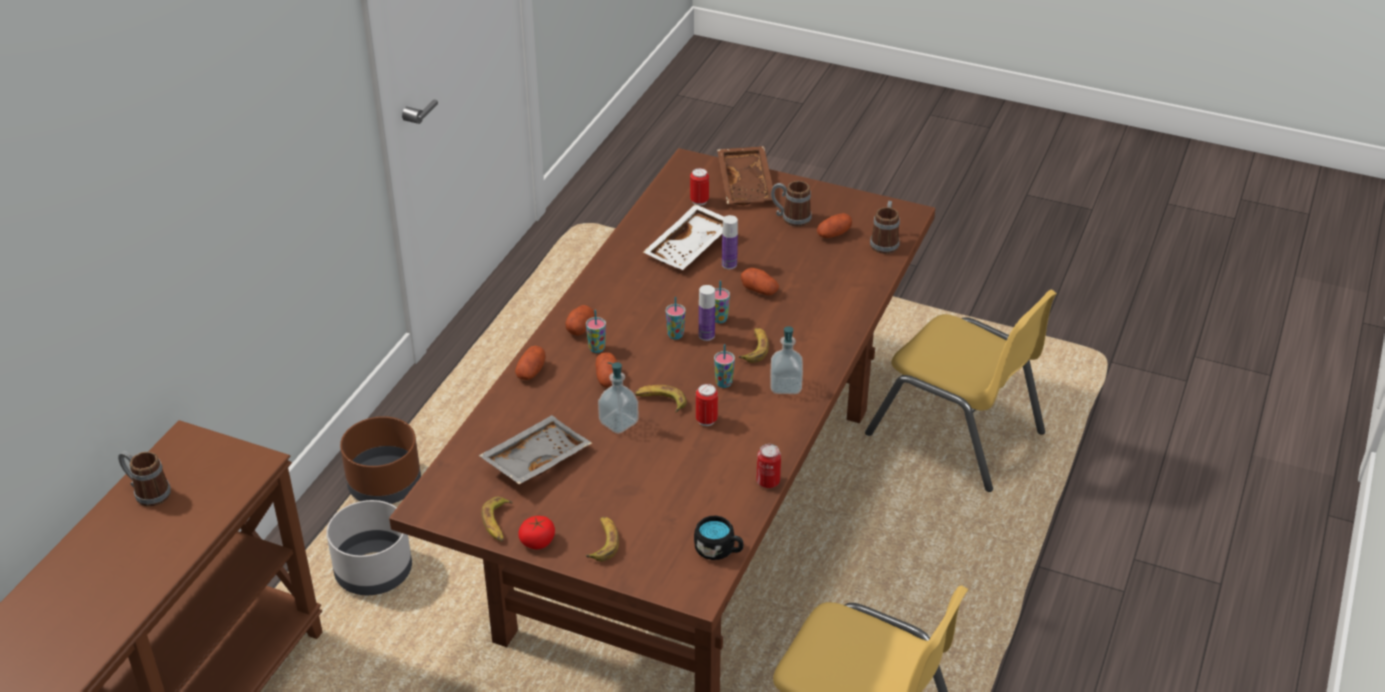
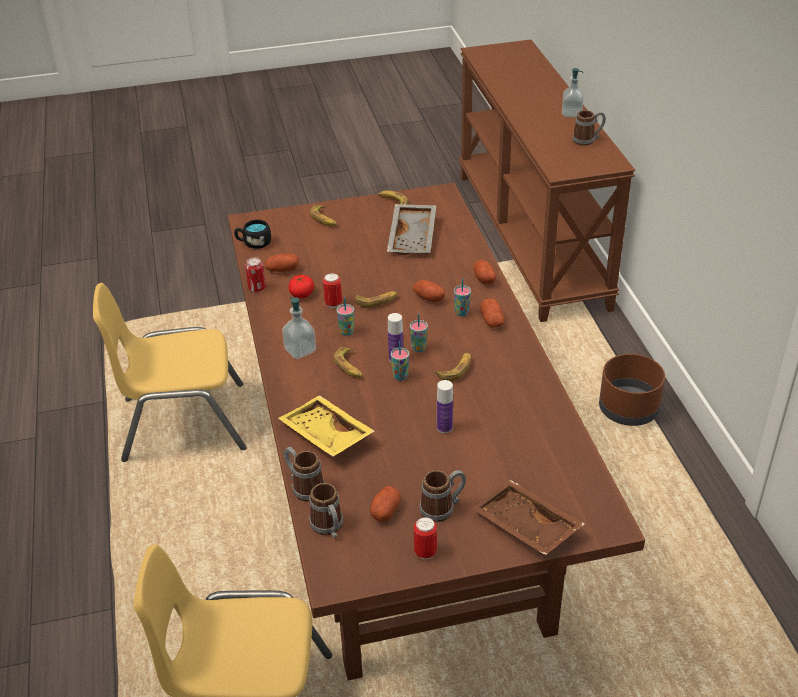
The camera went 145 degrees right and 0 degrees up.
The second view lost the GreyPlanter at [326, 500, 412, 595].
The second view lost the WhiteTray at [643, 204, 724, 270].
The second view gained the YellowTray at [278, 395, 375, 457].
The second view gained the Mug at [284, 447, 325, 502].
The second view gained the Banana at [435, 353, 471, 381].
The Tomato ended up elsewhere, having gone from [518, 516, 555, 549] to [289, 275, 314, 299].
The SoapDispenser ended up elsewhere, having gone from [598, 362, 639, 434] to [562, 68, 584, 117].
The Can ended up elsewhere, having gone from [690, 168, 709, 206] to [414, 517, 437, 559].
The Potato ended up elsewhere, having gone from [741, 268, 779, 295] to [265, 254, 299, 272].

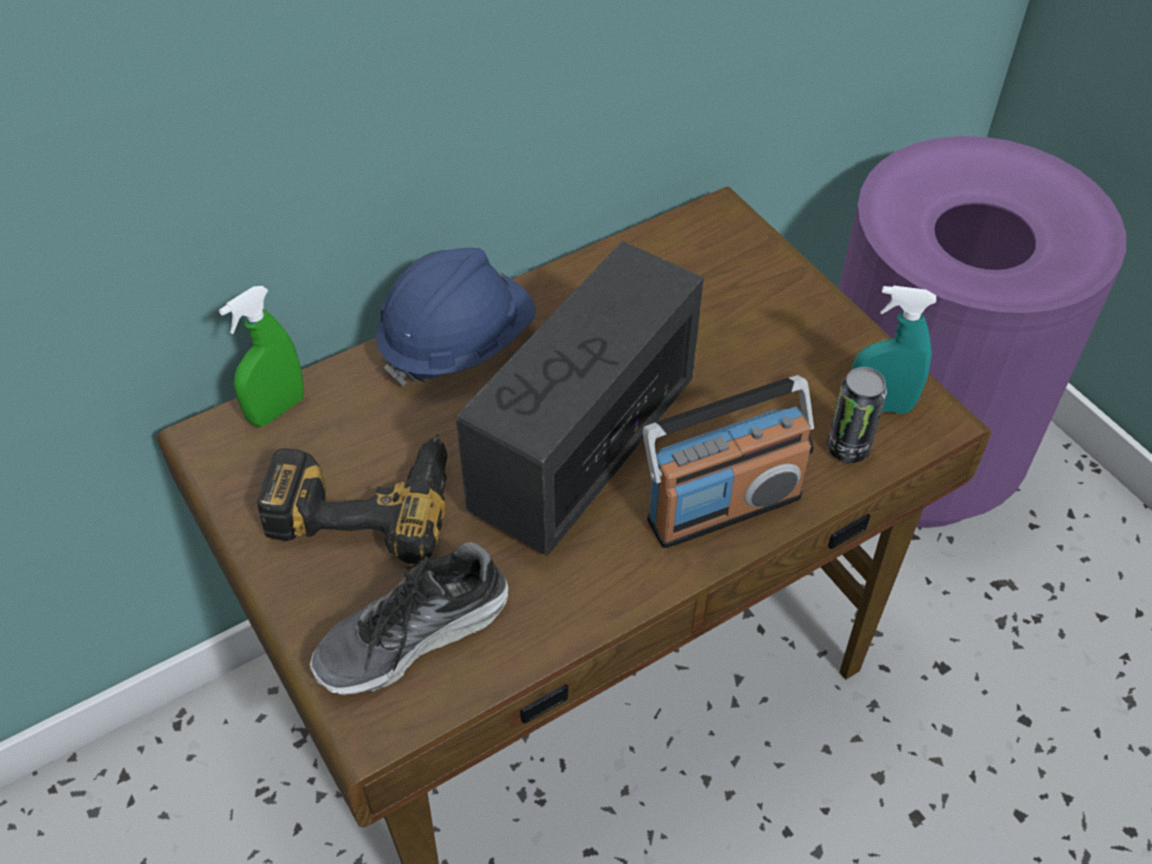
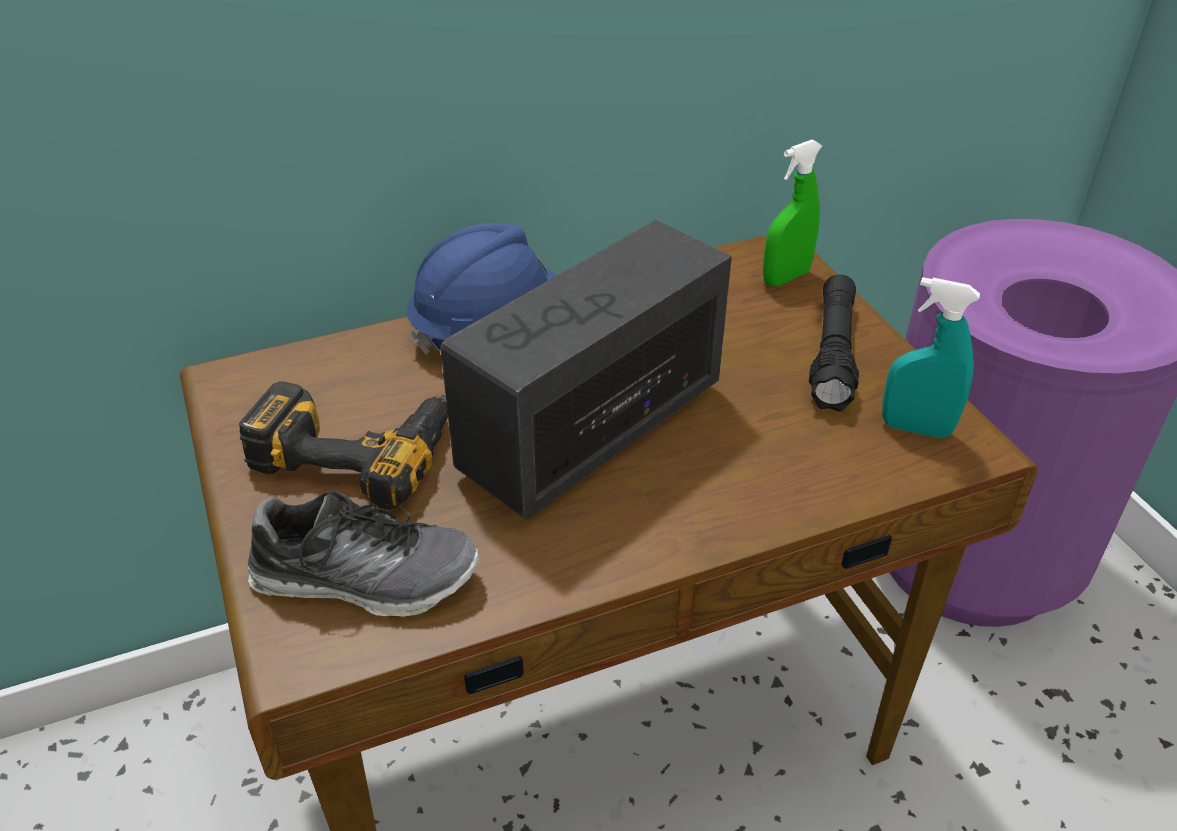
The camera went 10 degrees right and 10 degrees down.
The second view lost the Radio at [643, 375, 814, 548].
The second view lost the Can at [827, 367, 887, 463].
The second view gained the BlackFlashlight at [809, 274, 859, 412].
The GreenSprayBottle ended up elsewhere, having gone from [219, 286, 304, 427] to [763, 140, 822, 286].
The Shoe at [310, 542, 508, 695] ended up facing another way, 150 degrees counterclockwise from before.

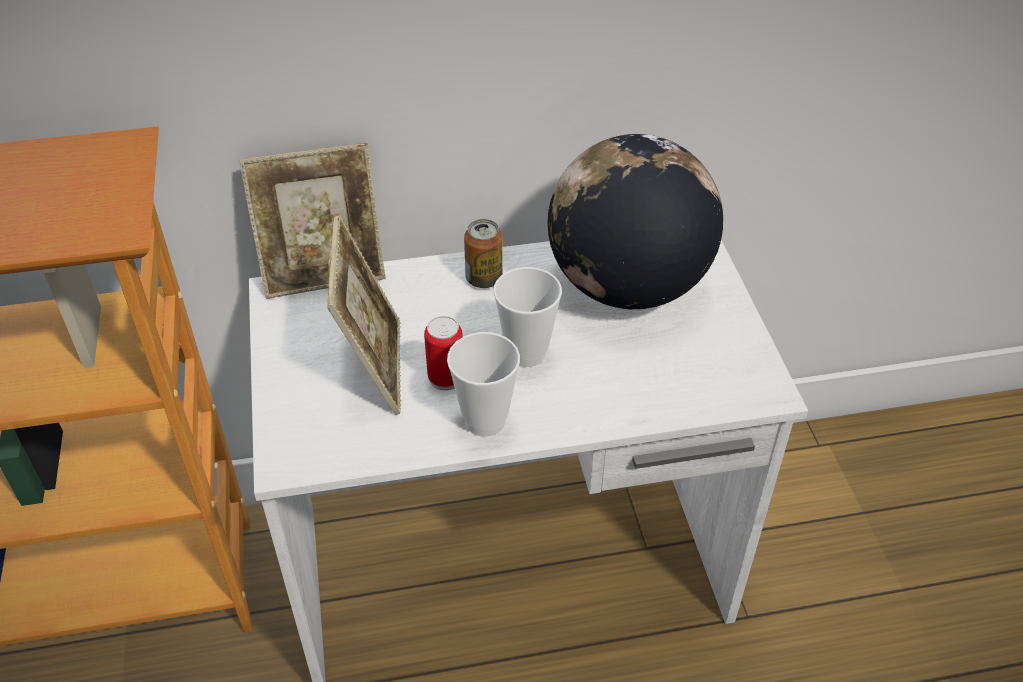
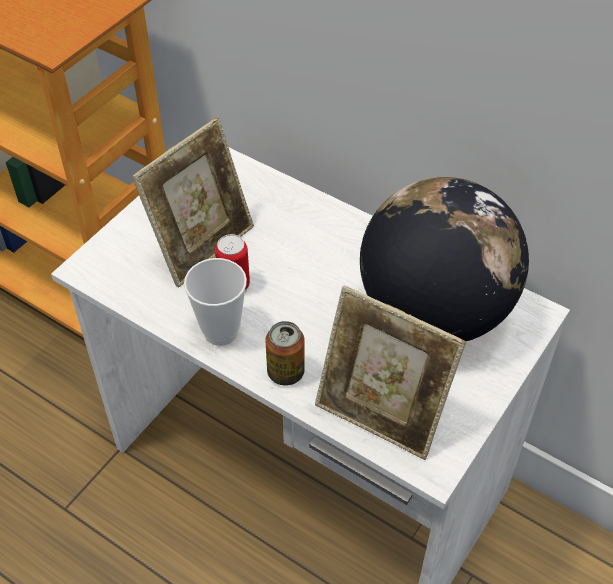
The camera went 45 degrees right and 5 degrees up.
The second view lost the Cup at [493, 267, 562, 367].
The PictureFrame ended up elsewhere, having gone from [239, 143, 386, 299] to [315, 286, 466, 460].
The Can ended up elsewhere, having gone from [464, 219, 503, 288] to [265, 321, 305, 386].

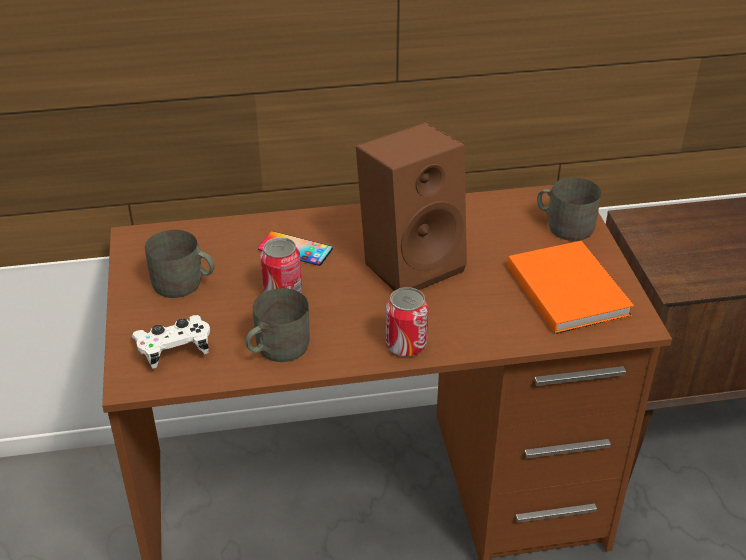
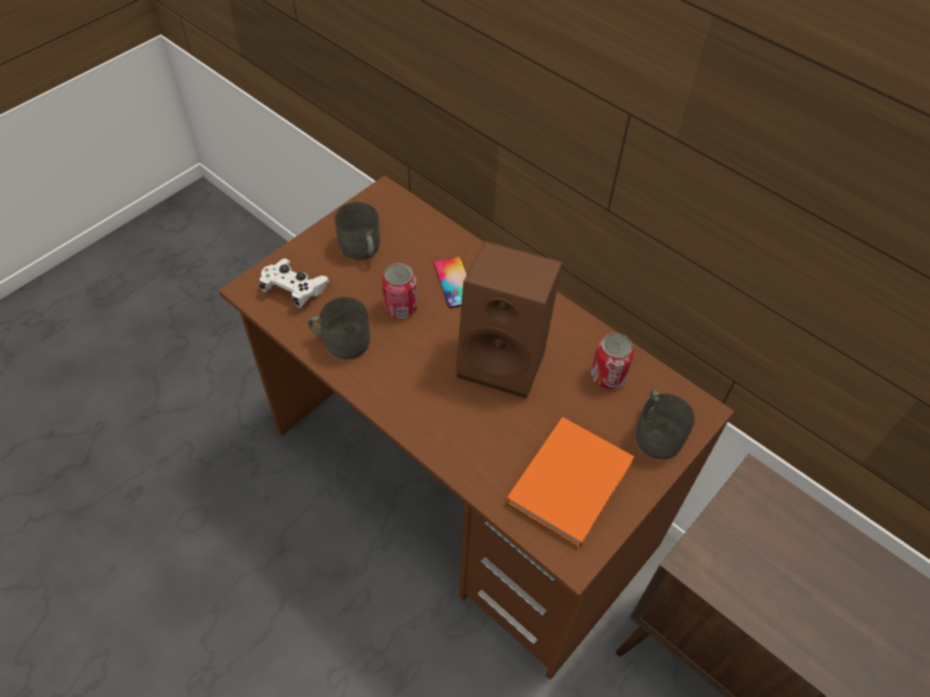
The camera went 50 degrees right and 15 degrees up.
The Can ended up elsewhere, having gone from [386, 287, 428, 357] to [591, 333, 634, 389].

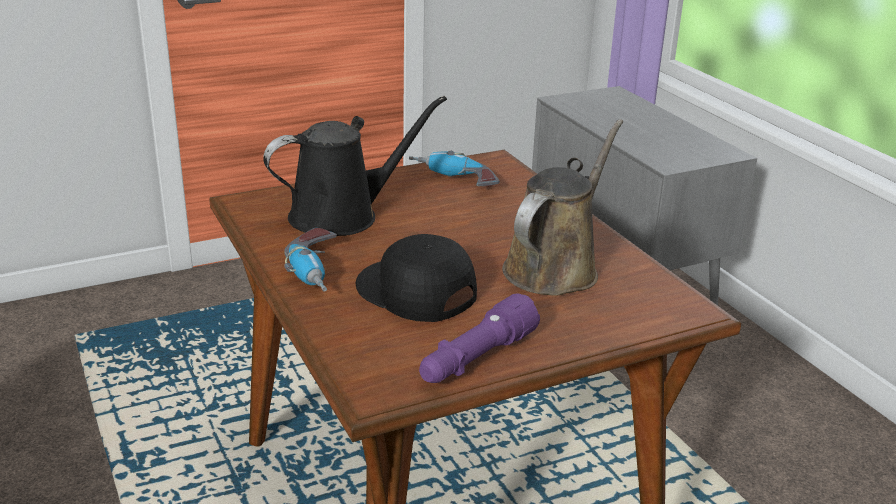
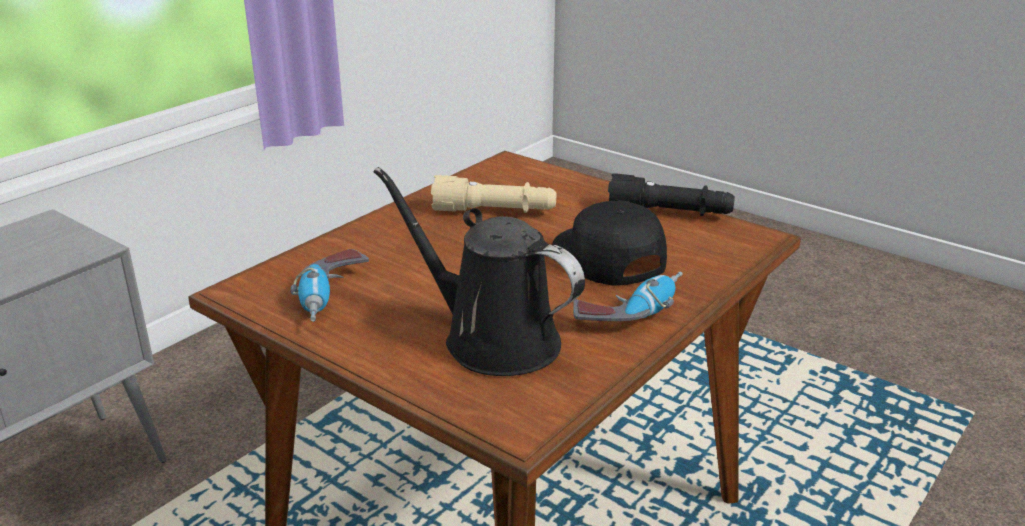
The camera went 115 degrees left and 0 degrees up.
Where the BrownWateringCan stood at [502, 119, 623, 296], the BeigeFlashlight came to stand at [431, 175, 556, 213].
What was the PurpleFlashlight at [419, 294, 540, 383] turned into the BlackFlashlight at [608, 173, 735, 216].
The BlackCap at [356, 234, 477, 322] ended up facing another way, 135 degrees clockwise from before.

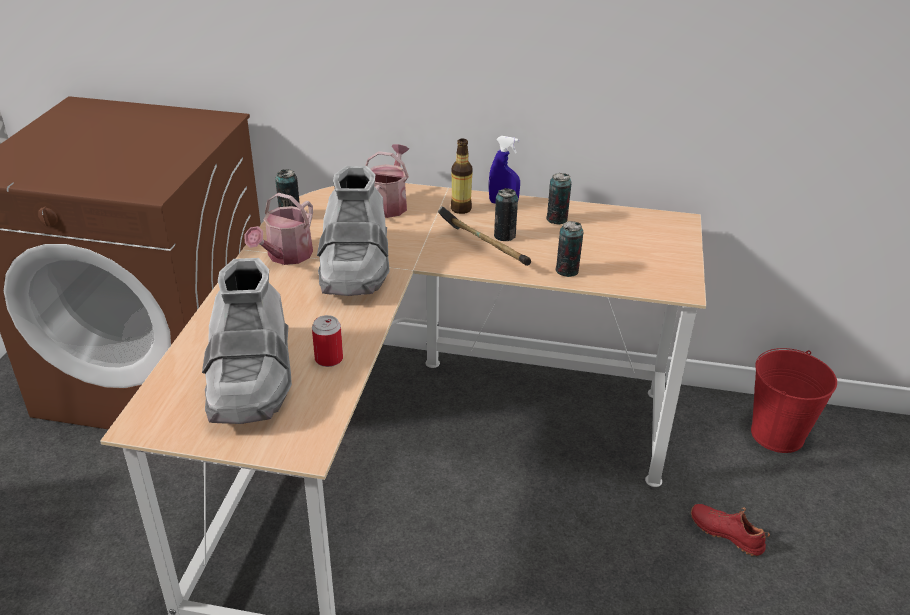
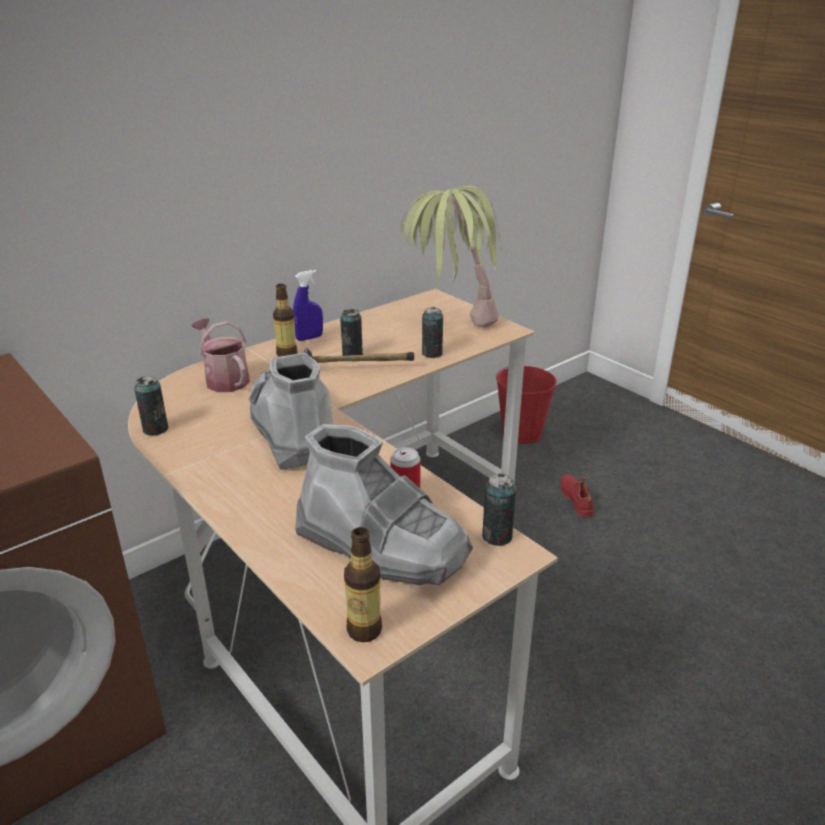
The camera went 50 degrees left and 5 degrees down.
The second view lost the WateringCan at [244, 193, 313, 265].
The second view gained the Bottle at [344, 527, 382, 642].
The second view gained the PottedPlant at [401, 186, 502, 327].
The Can ended up elsewhere, having gone from [546, 173, 572, 225] to [482, 473, 516, 546].
The GreyBoot at [317, 166, 390, 296] ended up facing another way, 150 degrees counterclockwise from before.
The RedShoe at [691, 504, 770, 556] ended up facing another way, 90 degrees clockwise from before.

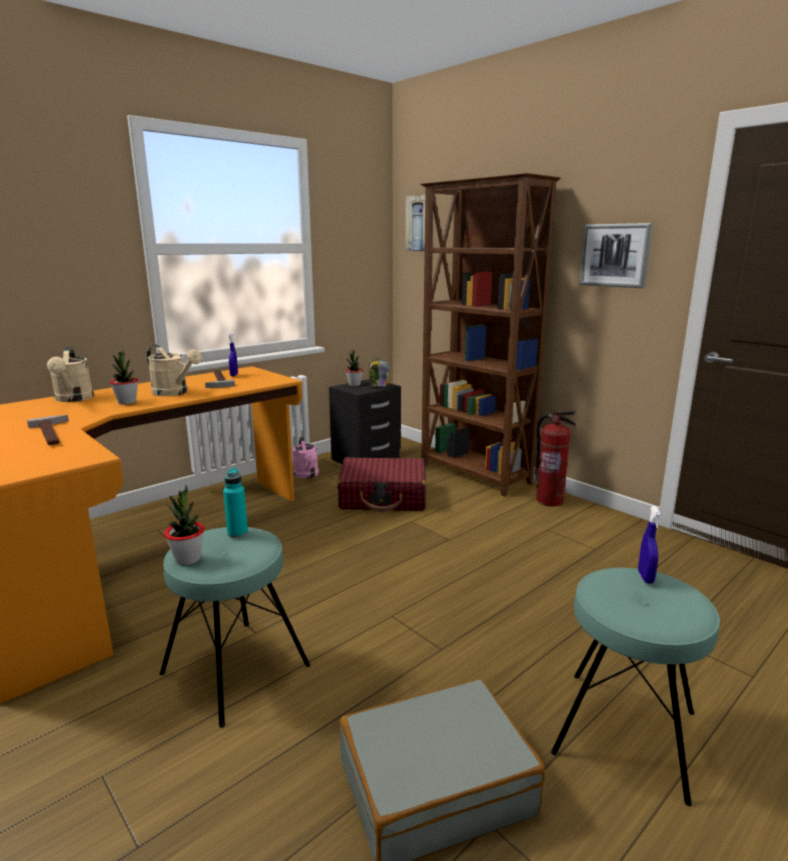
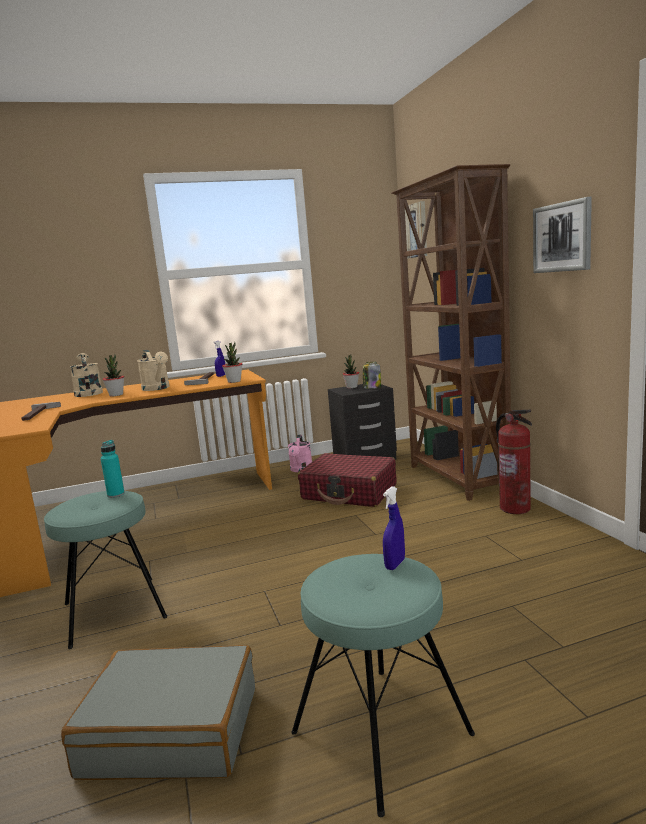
The camera went 25 degrees right and 5 degrees down.
The PottedPlant ended up elsewhere, having gone from [164, 485, 205, 565] to [222, 342, 242, 383].
The BeigeWateringCan at [47, 347, 94, 402] ended up facing another way, 150 degrees clockwise from before.

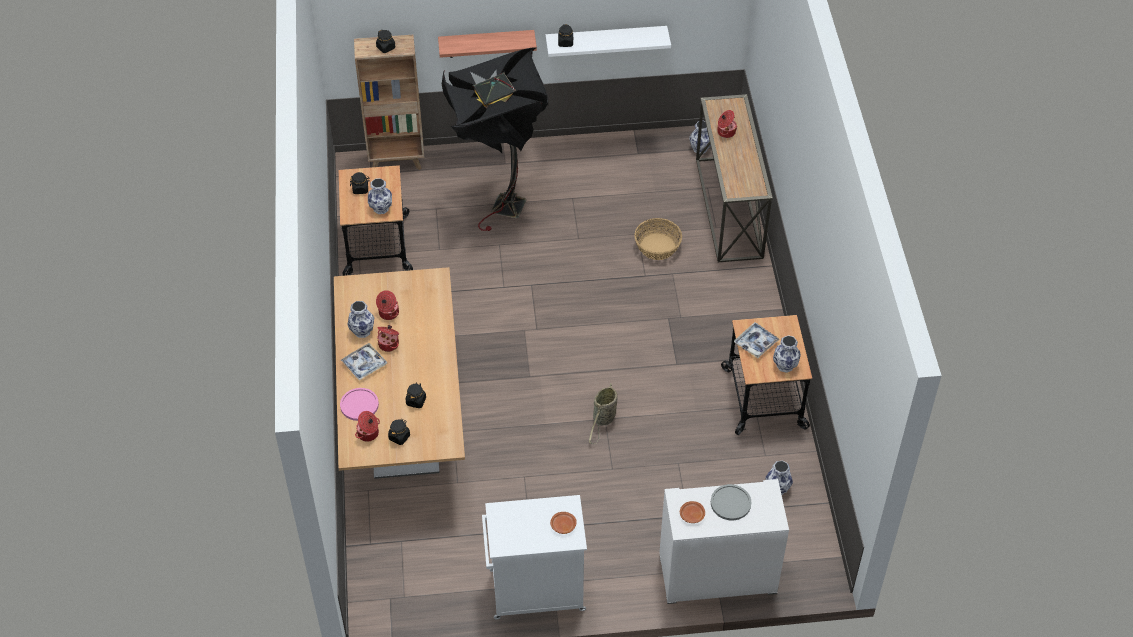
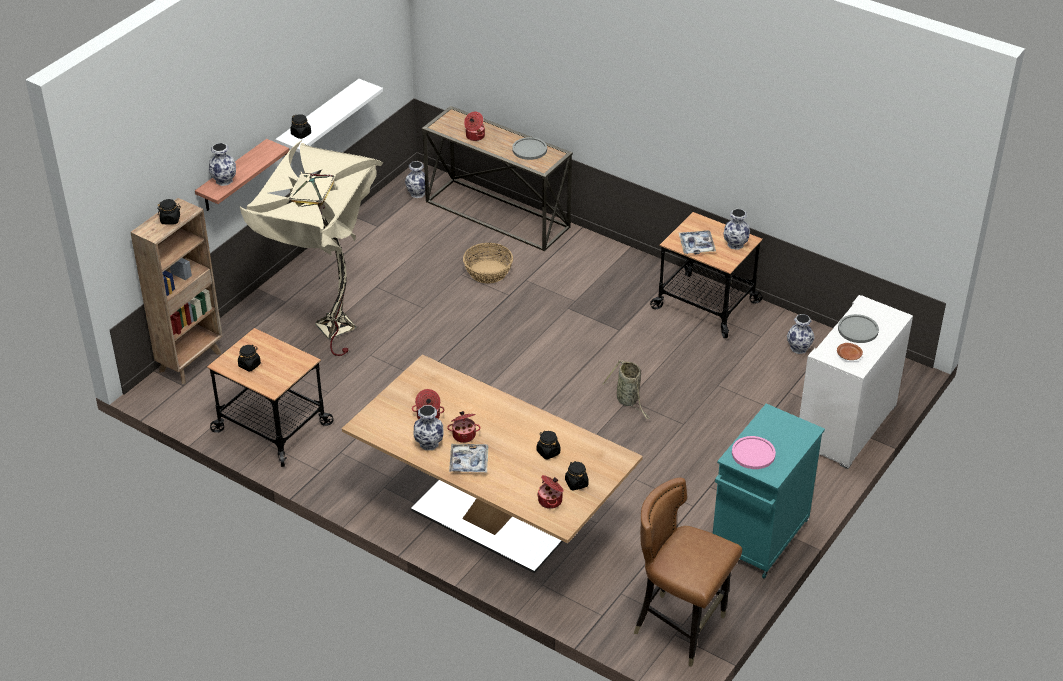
The camera went 50 degrees left and 10 degrees down.
The second view lost the BrownPlate at [550, 512, 577, 534].
The second view gained the GreyPlate at [512, 137, 547, 160].
The second view gained the BrownChair at [634, 477, 742, 667].
The PinkPlate ended up elsewhere, having gone from [340, 388, 379, 421] to [732, 436, 776, 469].
The Vase ended up elsewhere, having gone from [368, 178, 392, 214] to [209, 143, 236, 186].
What was the BlackFloorLamp at [442, 48, 548, 231] turned into the BeigeFloorLamp at [239, 140, 384, 356].
What was the WhiteCabinet at [482, 495, 587, 619] turned into the TurquoiseCabinet at [713, 403, 825, 578].

